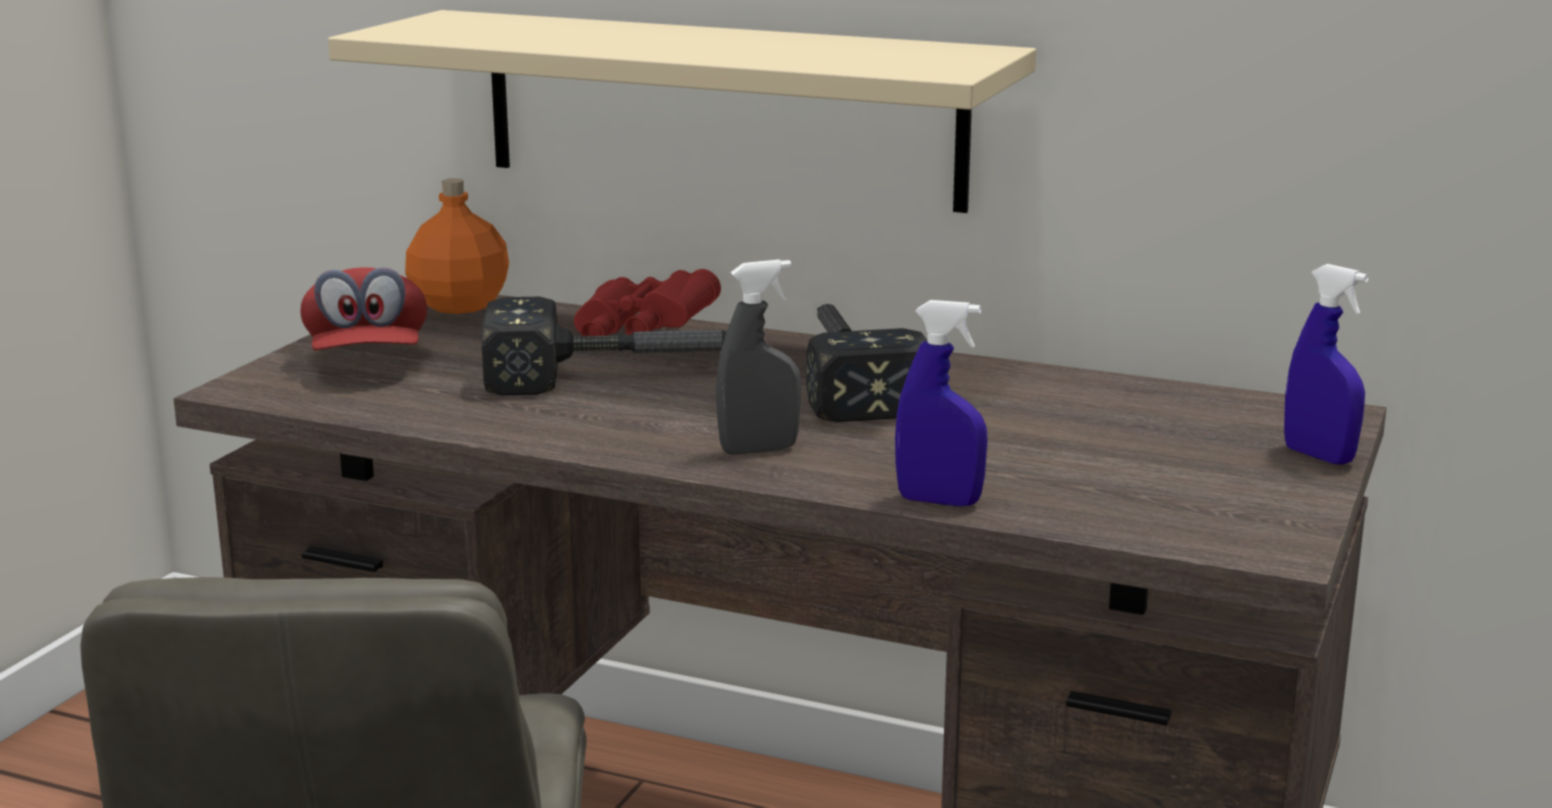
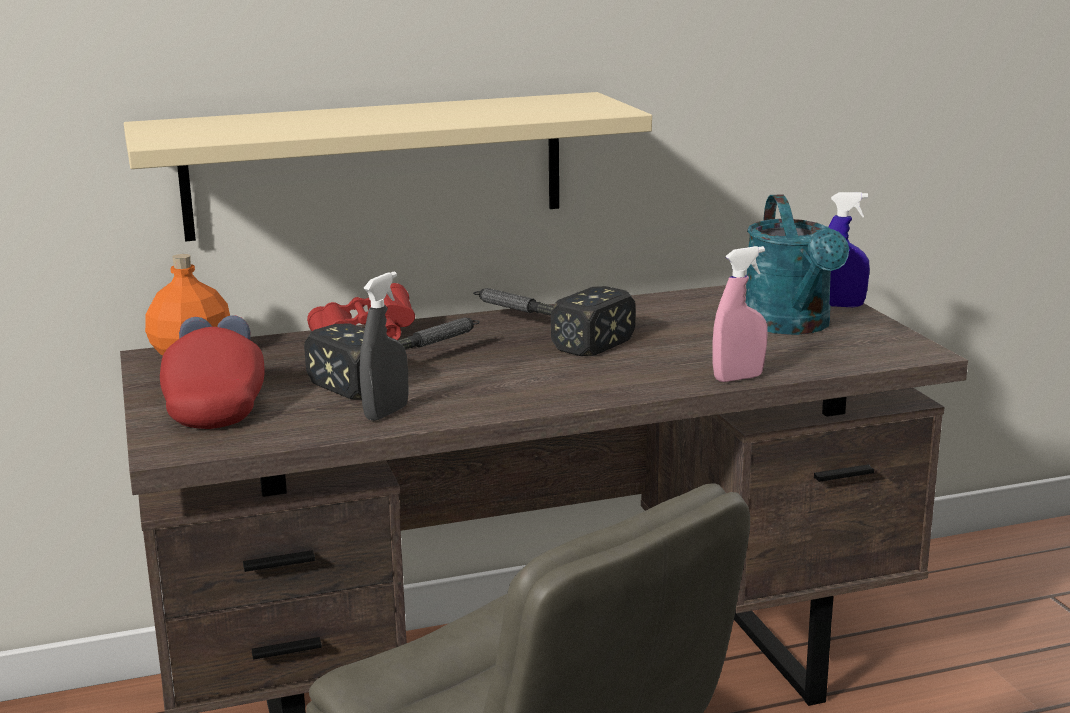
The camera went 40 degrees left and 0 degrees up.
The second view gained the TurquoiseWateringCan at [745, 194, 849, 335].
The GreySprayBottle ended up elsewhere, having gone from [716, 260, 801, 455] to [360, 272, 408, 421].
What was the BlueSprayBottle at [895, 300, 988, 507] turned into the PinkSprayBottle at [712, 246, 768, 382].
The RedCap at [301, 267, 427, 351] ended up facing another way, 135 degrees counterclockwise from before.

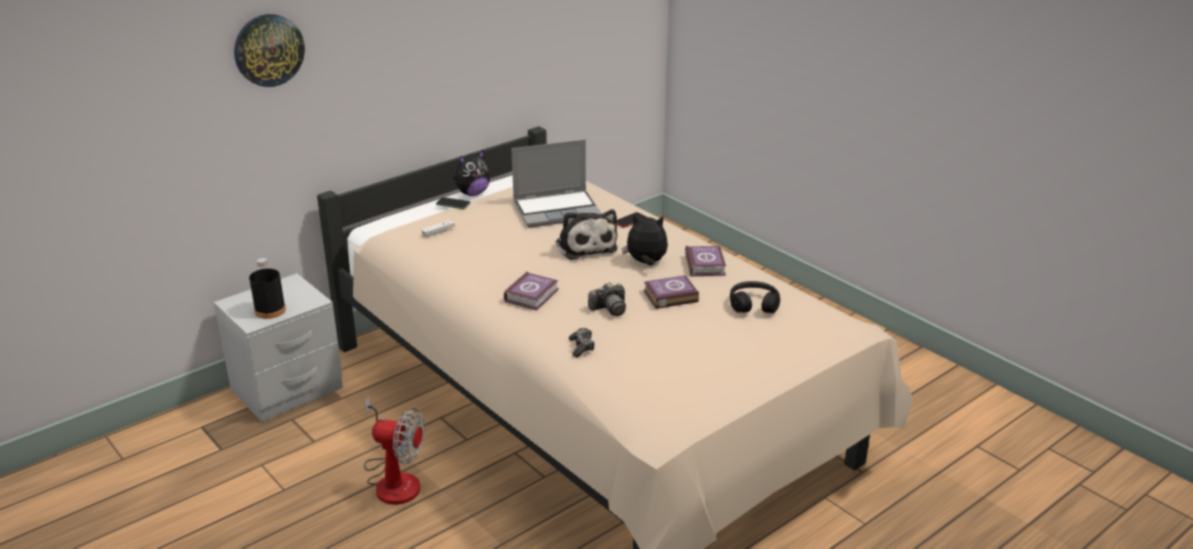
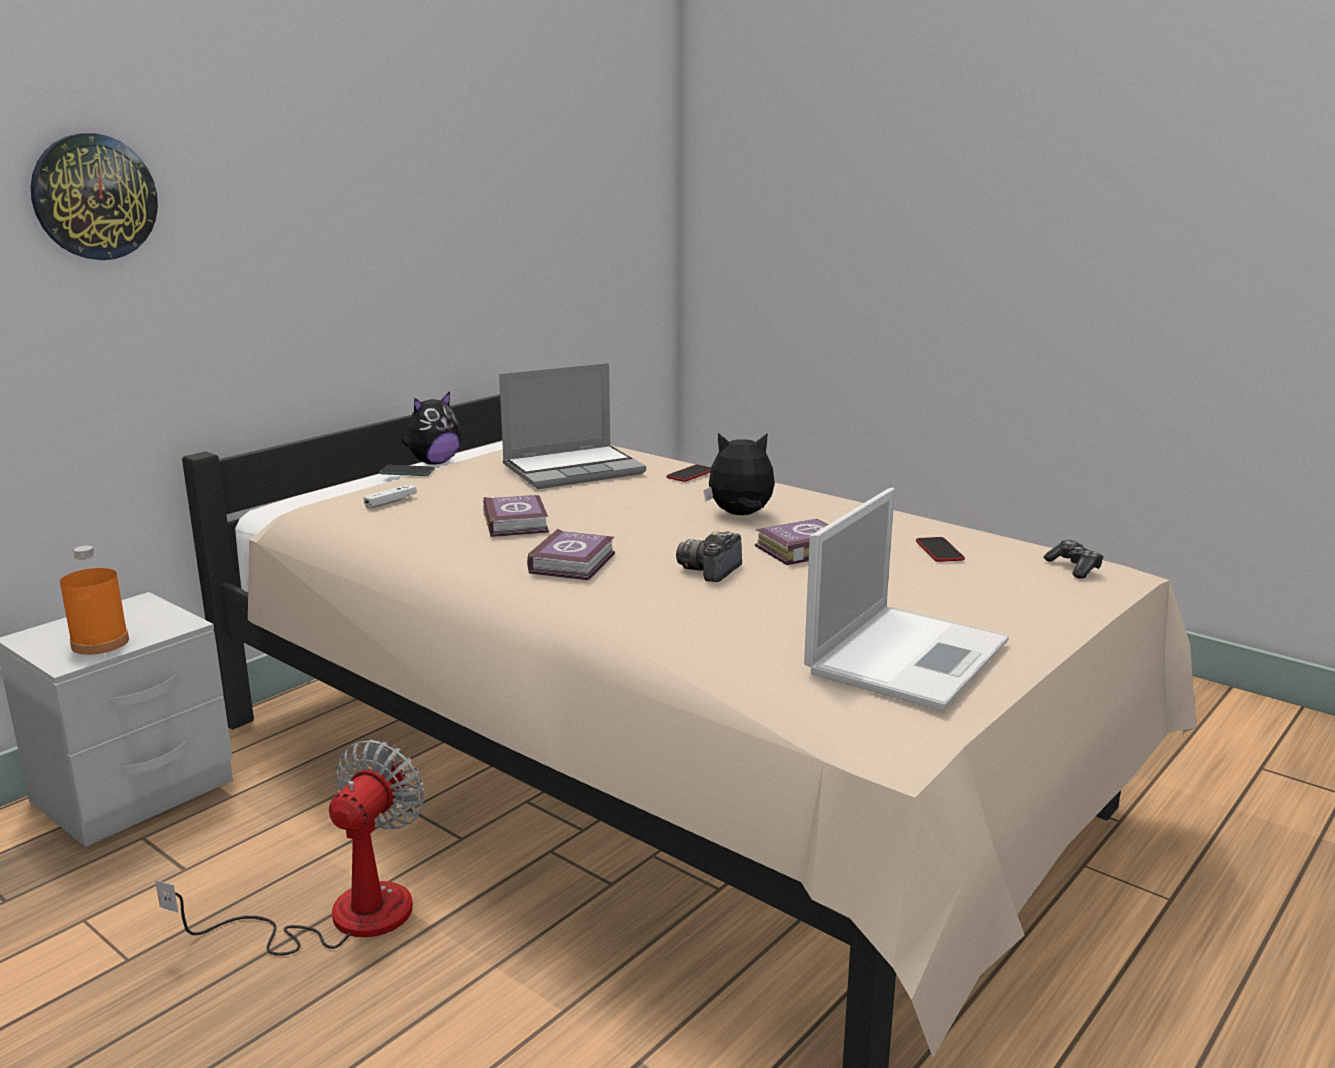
The camera went 10 degrees left and 10 degrees down.
The second view lost the PlushToy at [556, 209, 618, 260].
The second view gained the Laptop at [804, 488, 1009, 711].
The GameController ended up elsewhere, having gone from [569, 328, 595, 357] to [1043, 540, 1104, 579].
The Book ended up elsewhere, having gone from [685, 246, 726, 276] to [483, 495, 549, 537].
Where the BlackHeadphones stood at [730, 281, 780, 313], the Phone came to stand at [916, 537, 965, 562].
What was the BlackBottle at [249, 258, 286, 319] turned into the OrangeBottle at [60, 545, 129, 655].
The Fan at [364, 396, 425, 505] ended up facing another way, 75 degrees counterclockwise from before.
The PhotoCamera at [588, 282, 626, 316] ended up facing another way, 150 degrees clockwise from before.

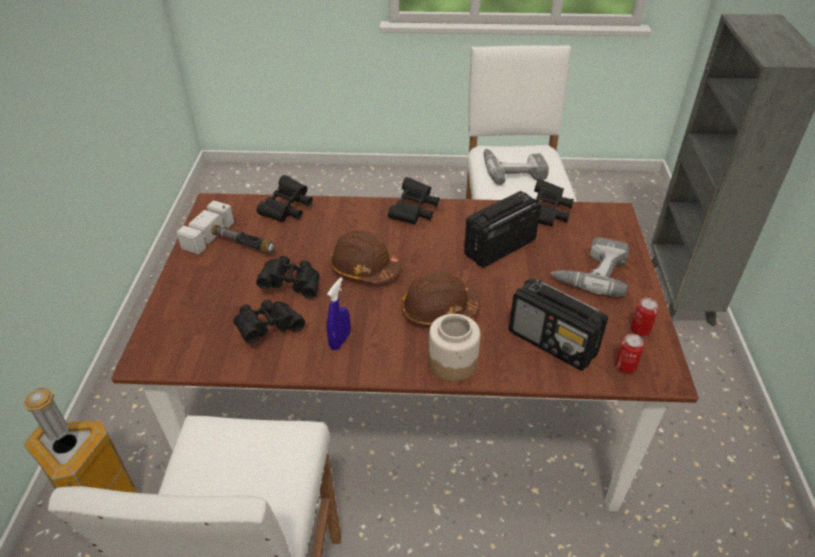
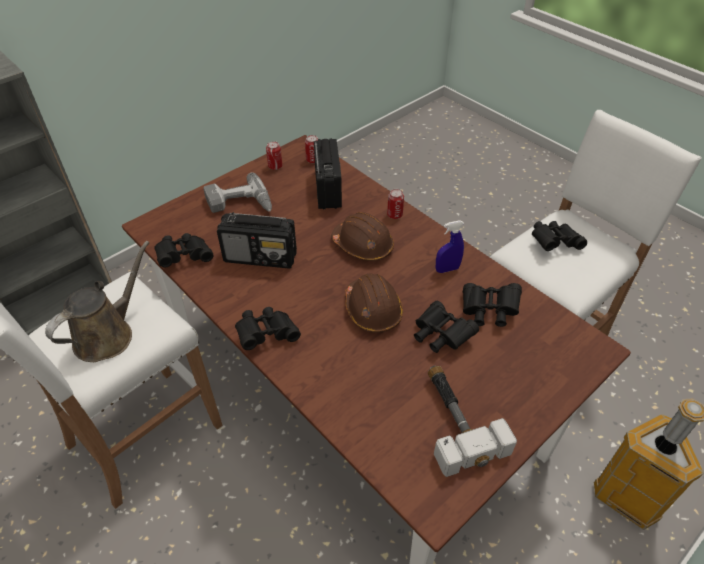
The camera went 135 degrees left and 5 degrees up.
The BlackBinoculars ended up elsewhere, having gone from [257, 175, 313, 222] to [532, 221, 587, 251].
Where the Jar stood at [428, 314, 480, 382], the Can came to stand at [387, 189, 404, 219].
Where the PowerDrill stood at [484, 149, 549, 185], the BrownWateringCan came to stand at [45, 241, 150, 362].

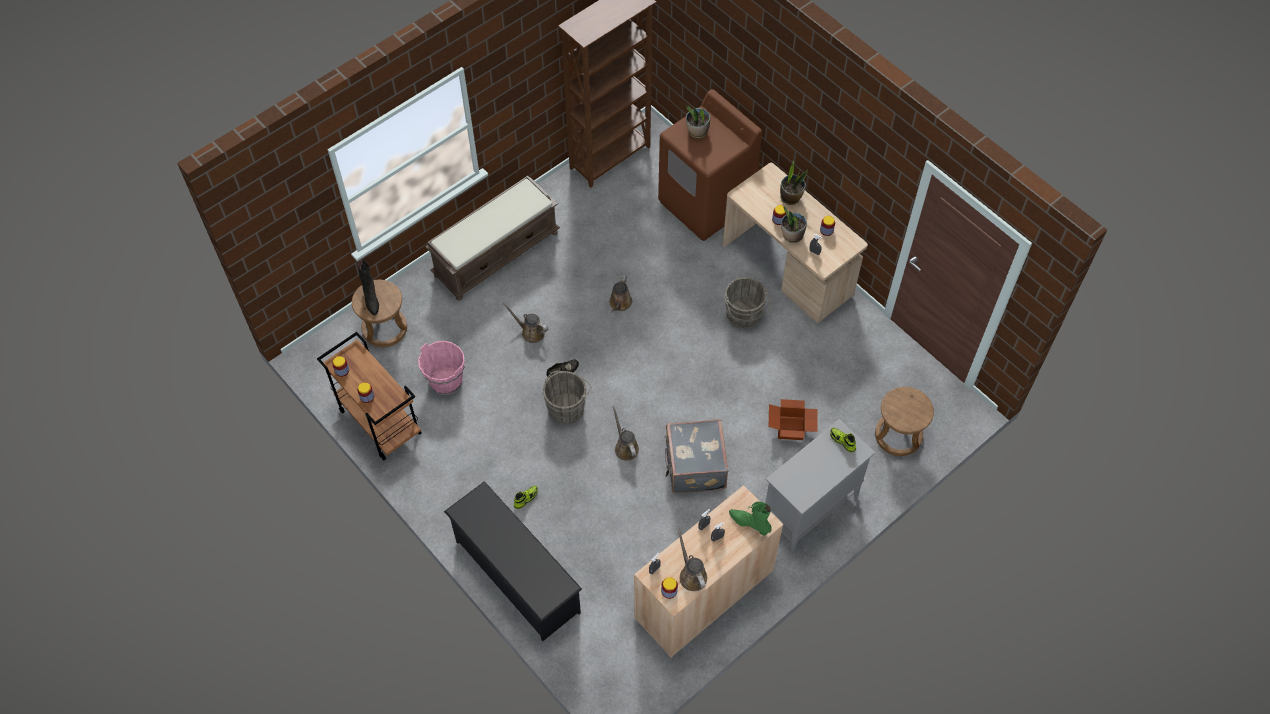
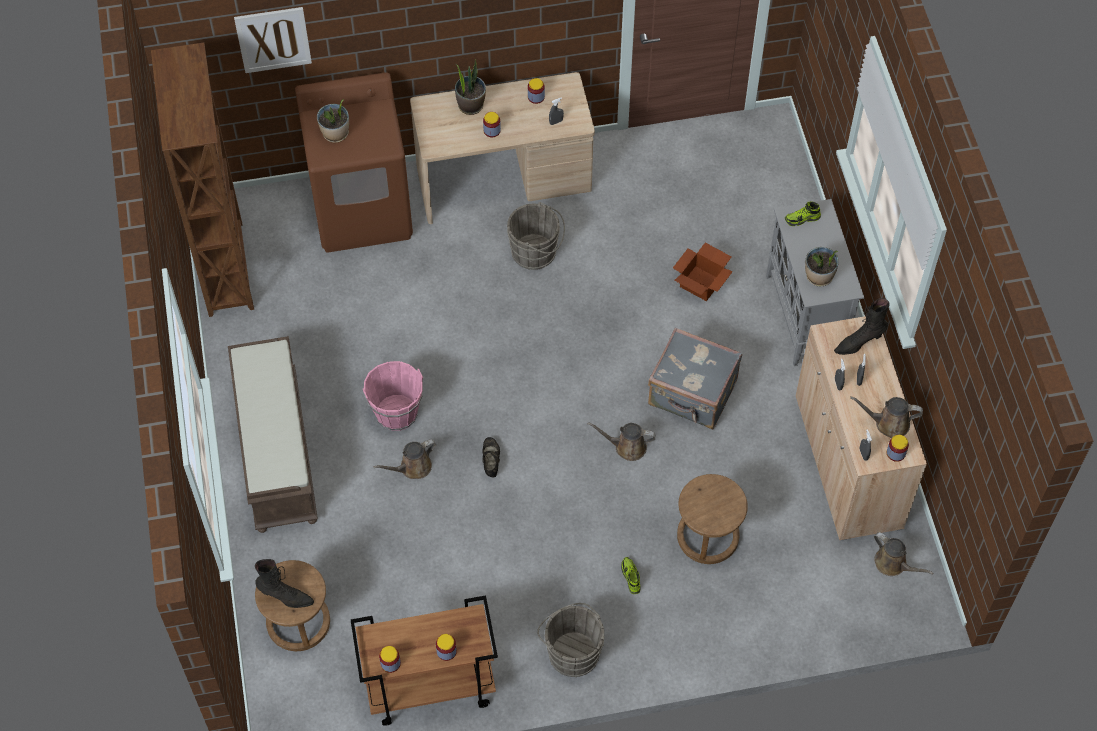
The camera went 60 degrees left and 0 degrees up.
The second view lost the BlackShoeRack at [444, 481, 582, 641].
The second view gained the Picture at [234, 7, 312, 73].
The PinkBucket ended up elsewhere, having gone from [418, 341, 465, 395] to [363, 361, 423, 431].
The GreyBucket ended up elsewhere, having gone from [543, 371, 591, 425] to [537, 603, 604, 677].
The BrownWateringCan ended up elsewhere, having gone from [609, 276, 632, 313] to [874, 532, 933, 576].
The PottedPlant ended up elsewhere, having gone from [781, 206, 807, 243] to [805, 247, 839, 286].
The BrownStool ended up elsewhere, having gone from [875, 387, 934, 456] to [677, 474, 748, 564].
What was the GreenBoot at [729, 502, 771, 536] turned into the BlackBoot at [834, 298, 890, 355].

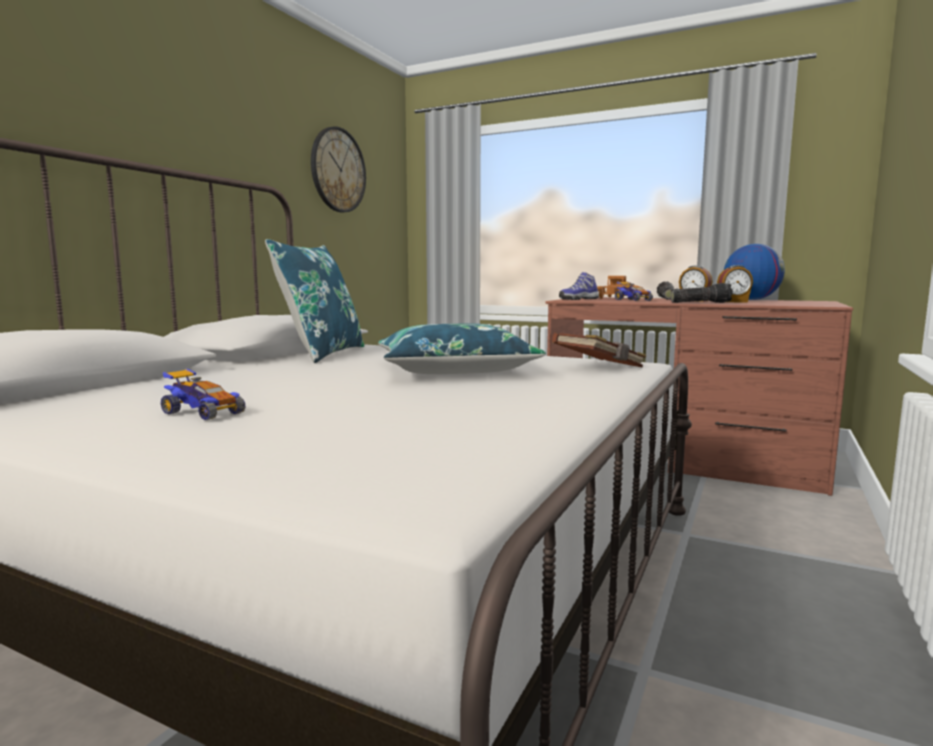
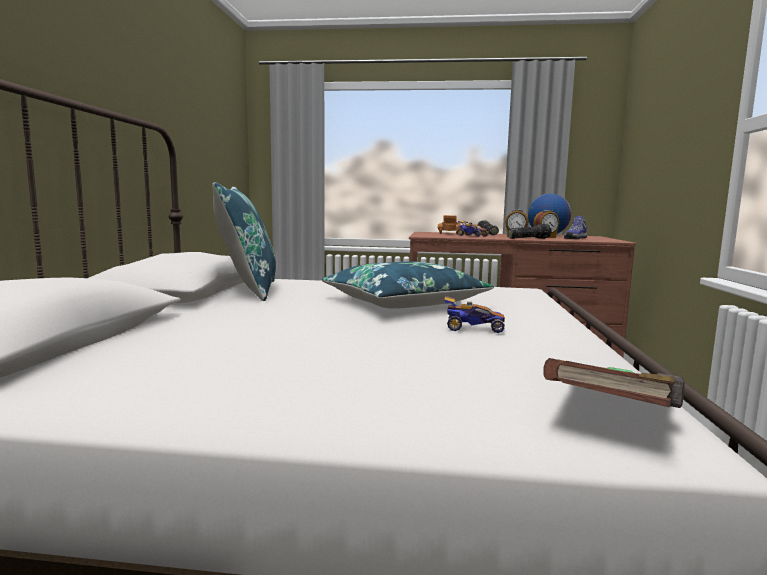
The camera went 20 degrees left and 0 degrees up.
The second view lost the WallClock at [311, 126, 366, 212].
The ToyCar ended up elsewhere, having gone from [161, 369, 245, 420] to [444, 296, 505, 333].
The BrownBook ended up elsewhere, having gone from [552, 332, 646, 368] to [543, 358, 685, 408].
The Shoe ended up elsewhere, having gone from [559, 272, 599, 300] to [564, 216, 587, 239].

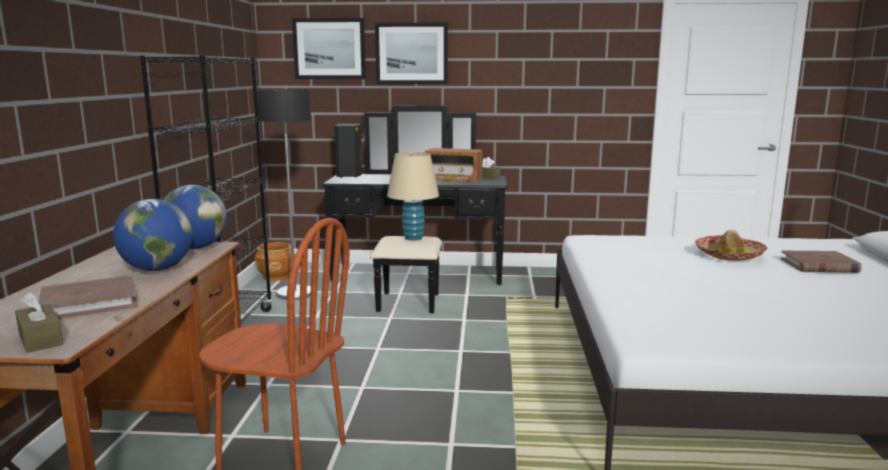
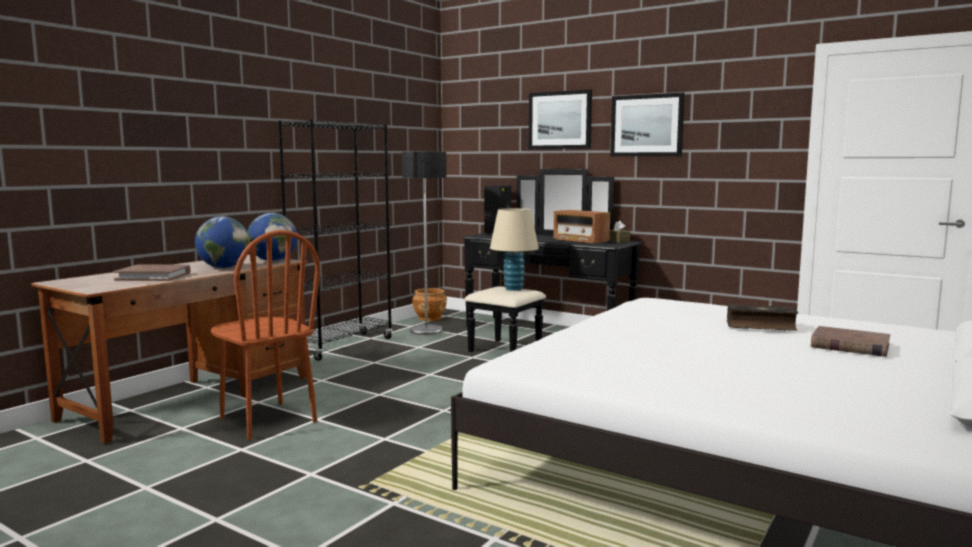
The camera went 30 degrees right and 5 degrees down.
The second view lost the BrownTissueBox at [15, 292, 63, 353].
The Picture ended up elsewhere, having gone from [292, 18, 366, 79] to [610, 93, 685, 156].
Where the Hat stood at [695, 230, 768, 261], the Book came to stand at [727, 304, 799, 331].

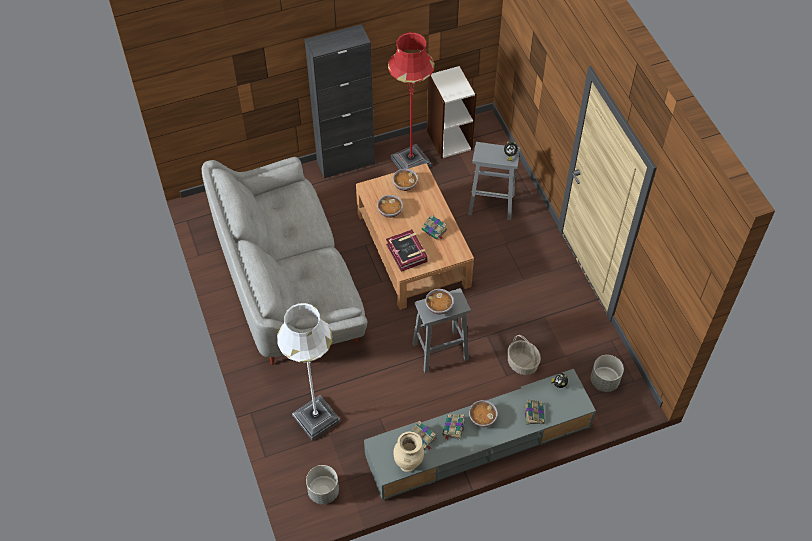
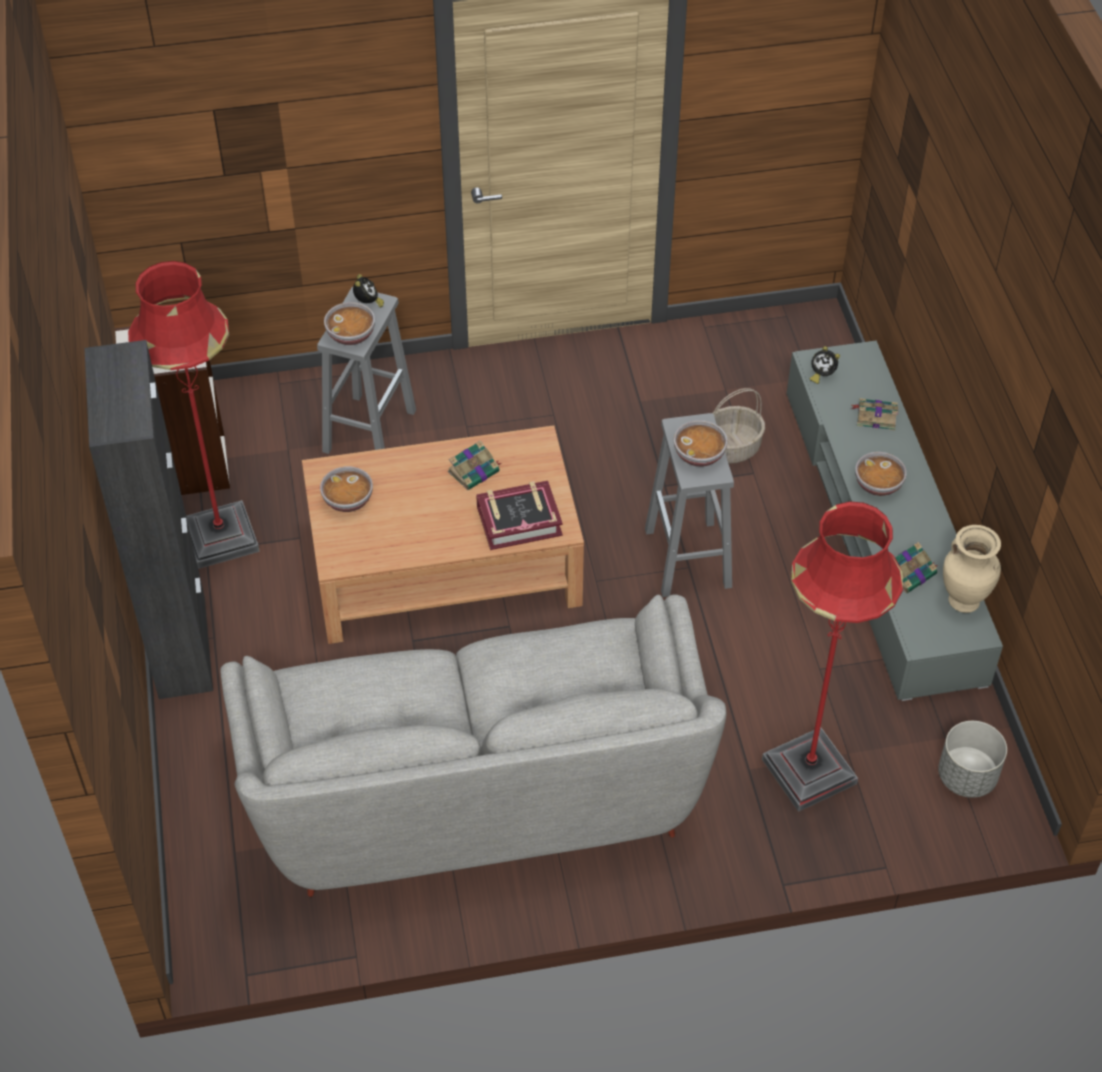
The camera went 80 degrees left and 5 degrees down.
The second view lost the Book at [442, 414, 466, 440].
The second view lost the GreyPlanter at [591, 355, 624, 392].
The Bowl ended up elsewhere, having gone from [377, 195, 403, 218] to [324, 302, 375, 345].
What was the WhiteFloorLamp at [277, 303, 340, 440] turned into the RedFloorLamp at [762, 501, 903, 812].

